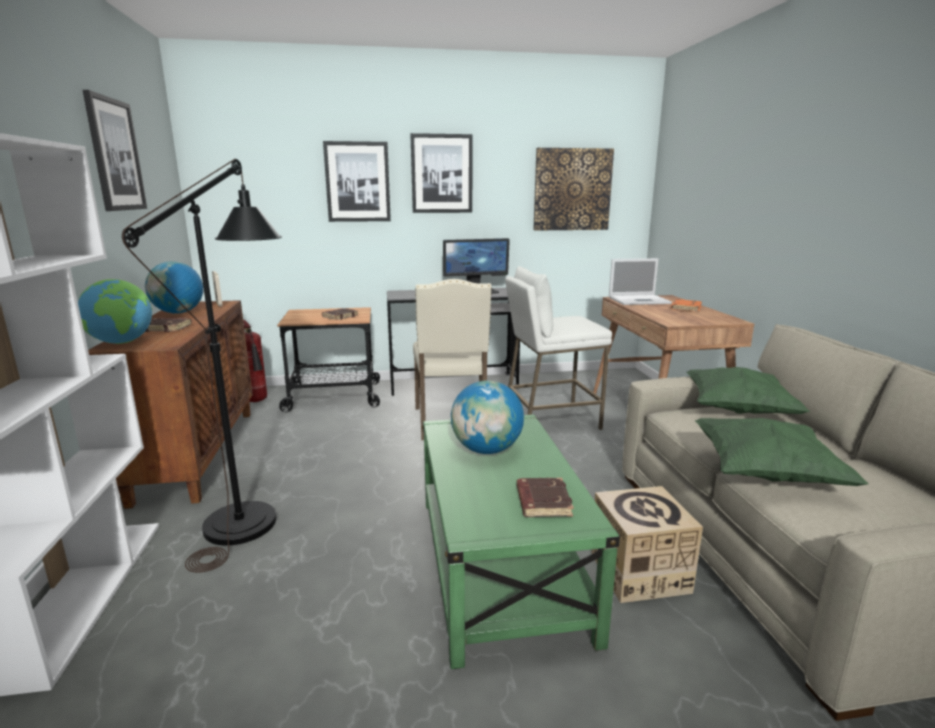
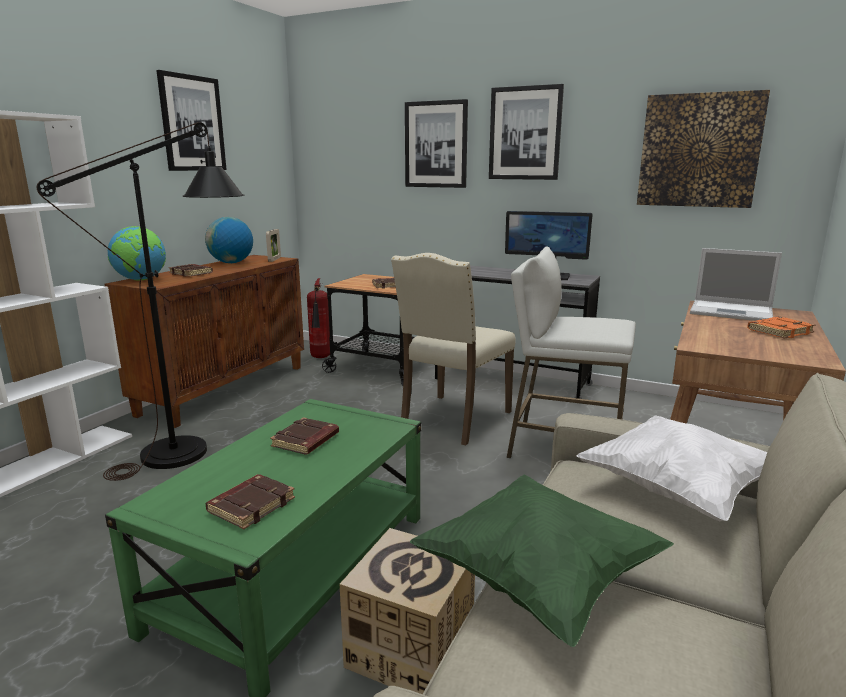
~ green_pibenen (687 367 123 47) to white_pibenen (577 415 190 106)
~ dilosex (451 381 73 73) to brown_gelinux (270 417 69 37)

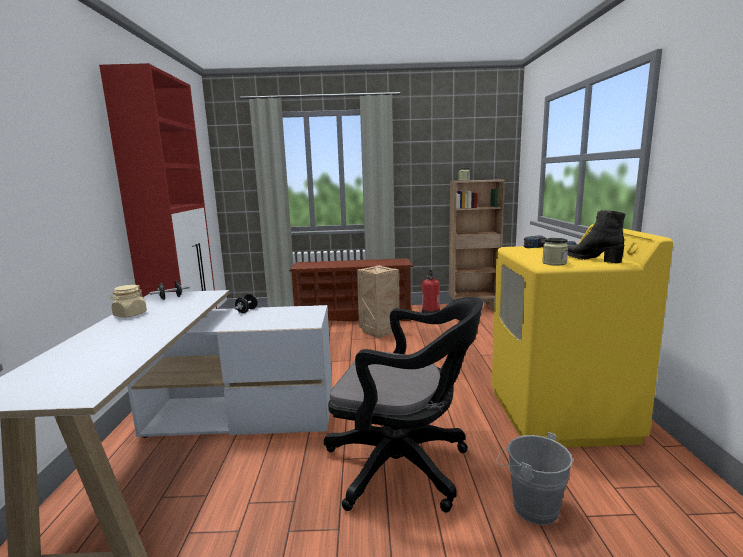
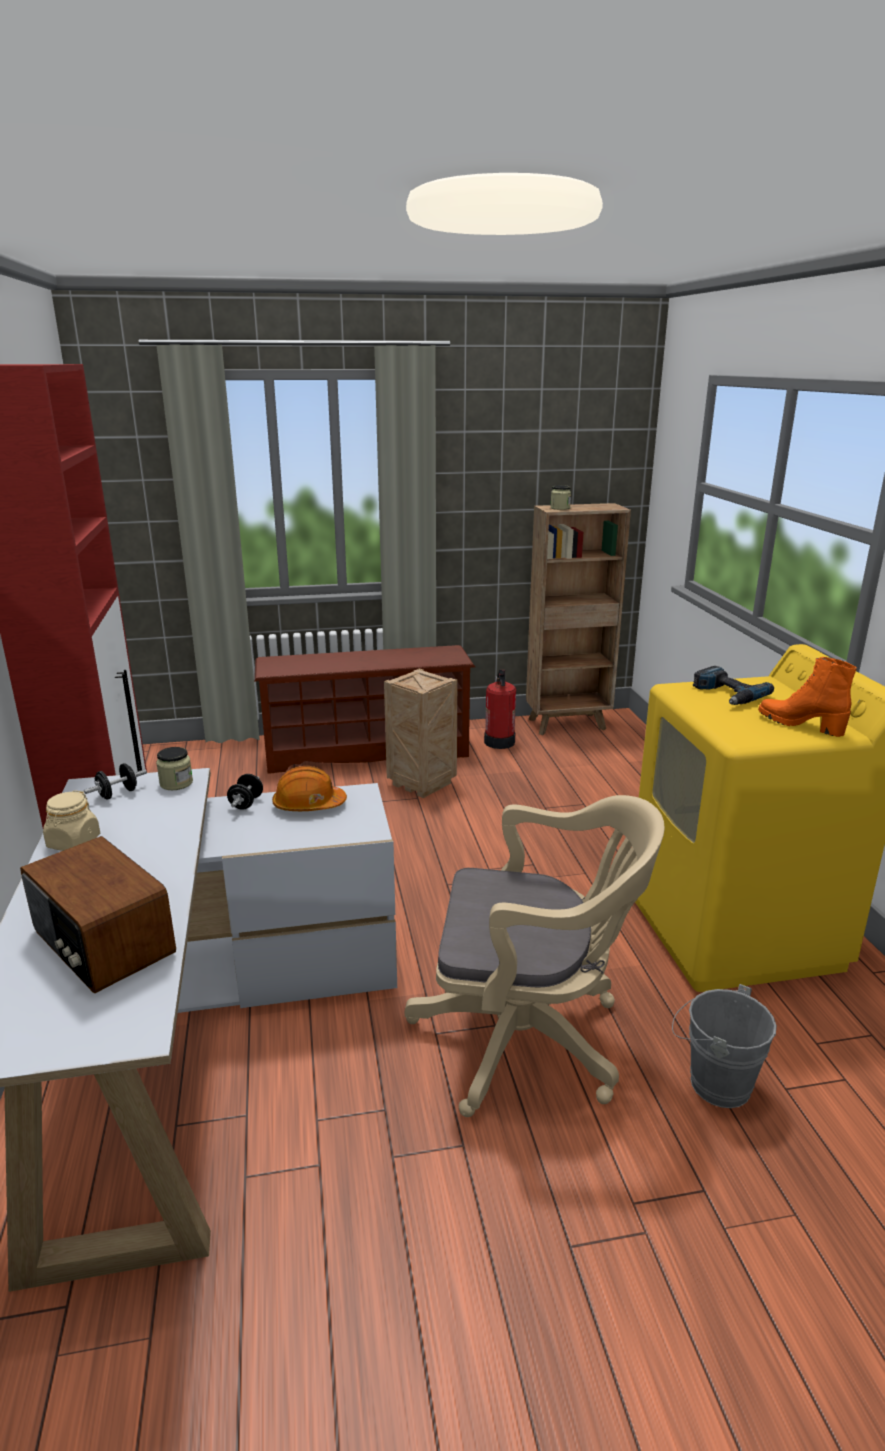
~ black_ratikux (568 210 58 53) to orange_ratikux (758 657 99 80)
~ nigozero (542 238 26 27) to (156 747 37 43)
~ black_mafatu (324 297 159 215) to beige_mafatu (405 795 260 322)
+ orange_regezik (272 766 75 45)
+ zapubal (20 836 156 157)

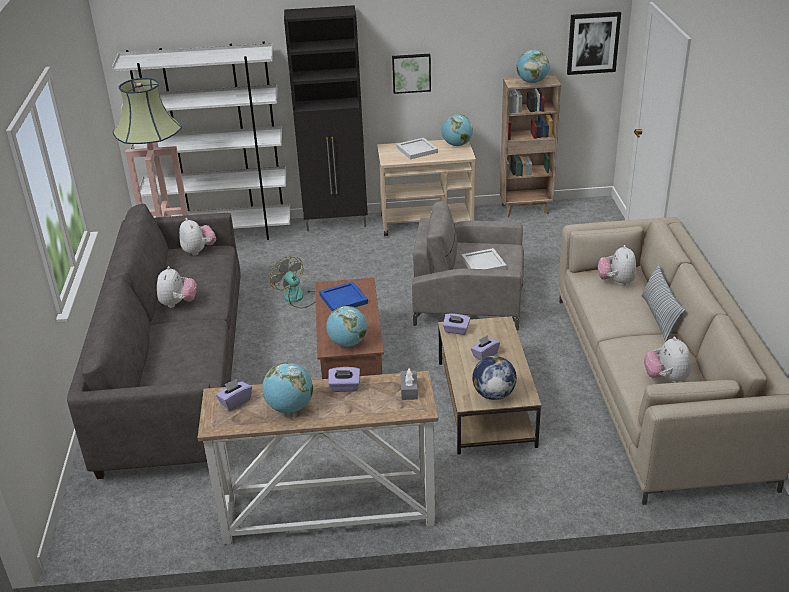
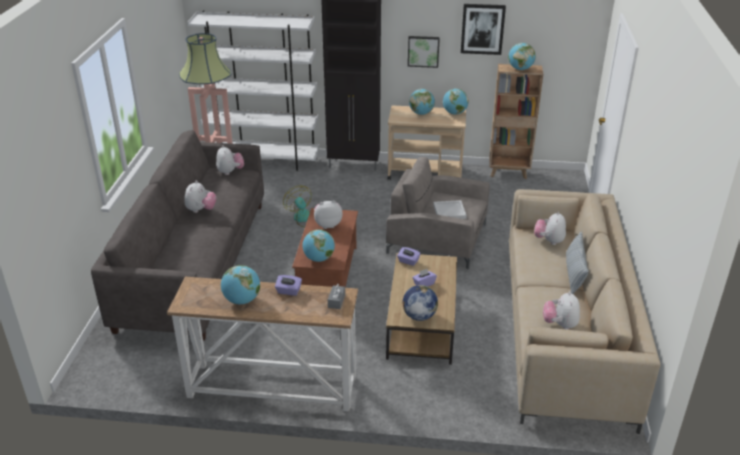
~ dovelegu (567 12 54 63) to (461 4 45 51)
~ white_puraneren (397 138 41 22) to dilosex (409 89 26 26)
~ blue_puraneren (319 282 49 30) to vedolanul (314 200 29 29)
- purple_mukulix (216 379 36 32)

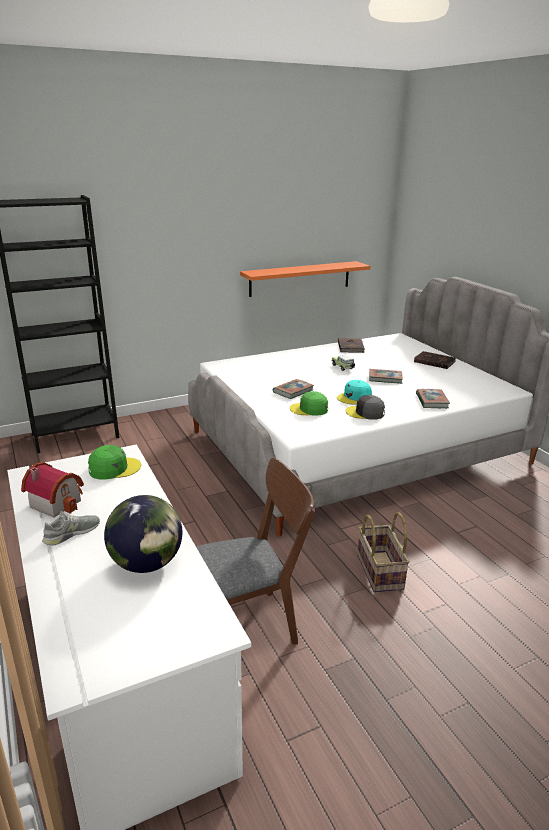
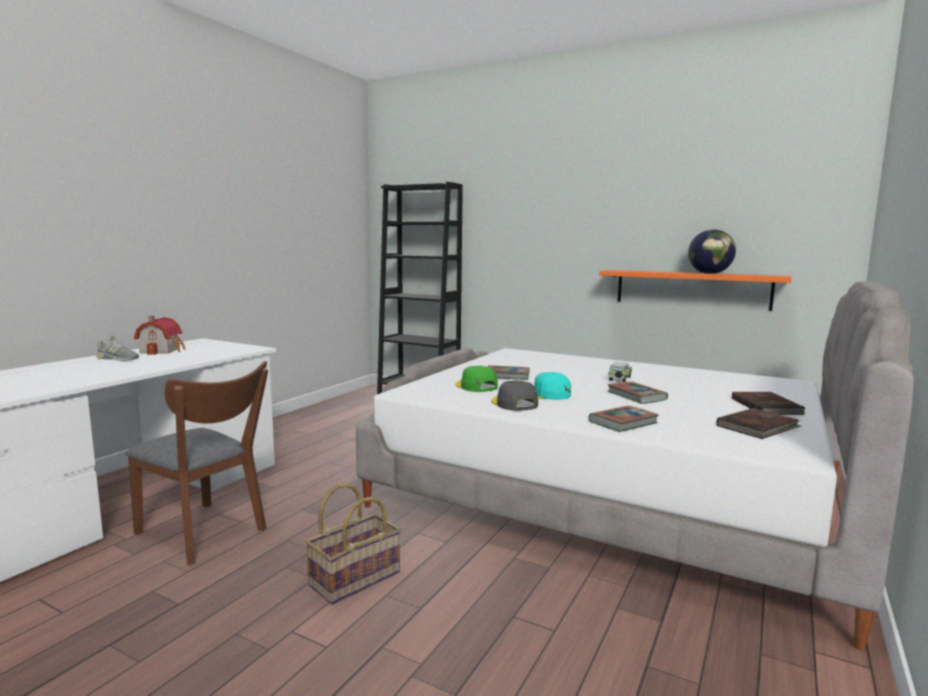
~ brown_gelinux (338 338 27 15) to (716 408 85 31)
- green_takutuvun (88 445 53 34)
~ dilosex (104 495 78 78) to (688 230 48 44)

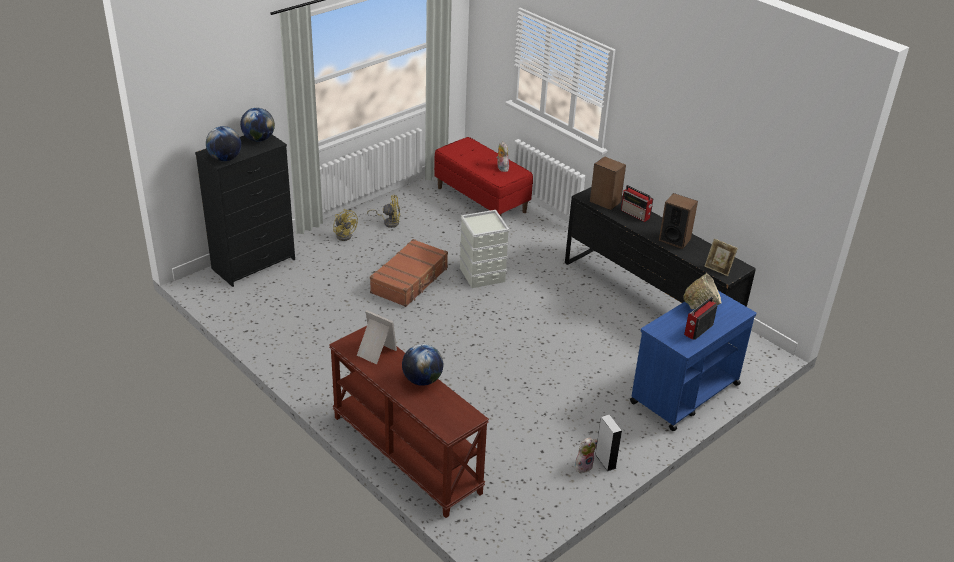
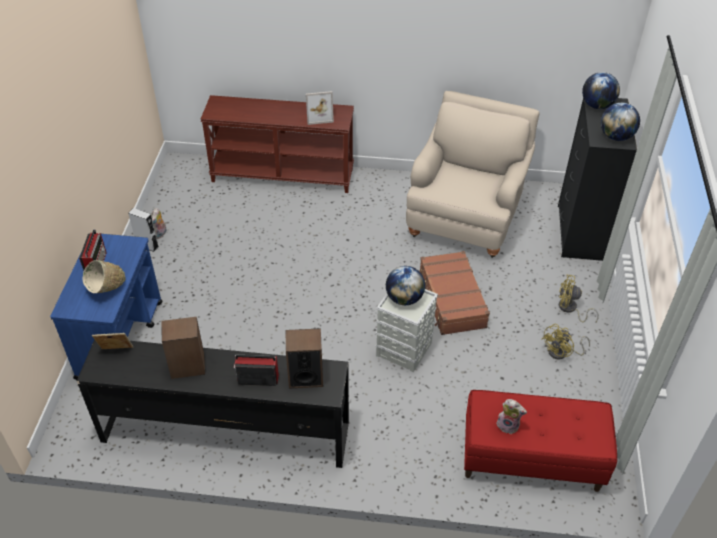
~ dilosex (402 344 41 42) to (386 266 39 39)
+ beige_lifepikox (406 91 133 167)

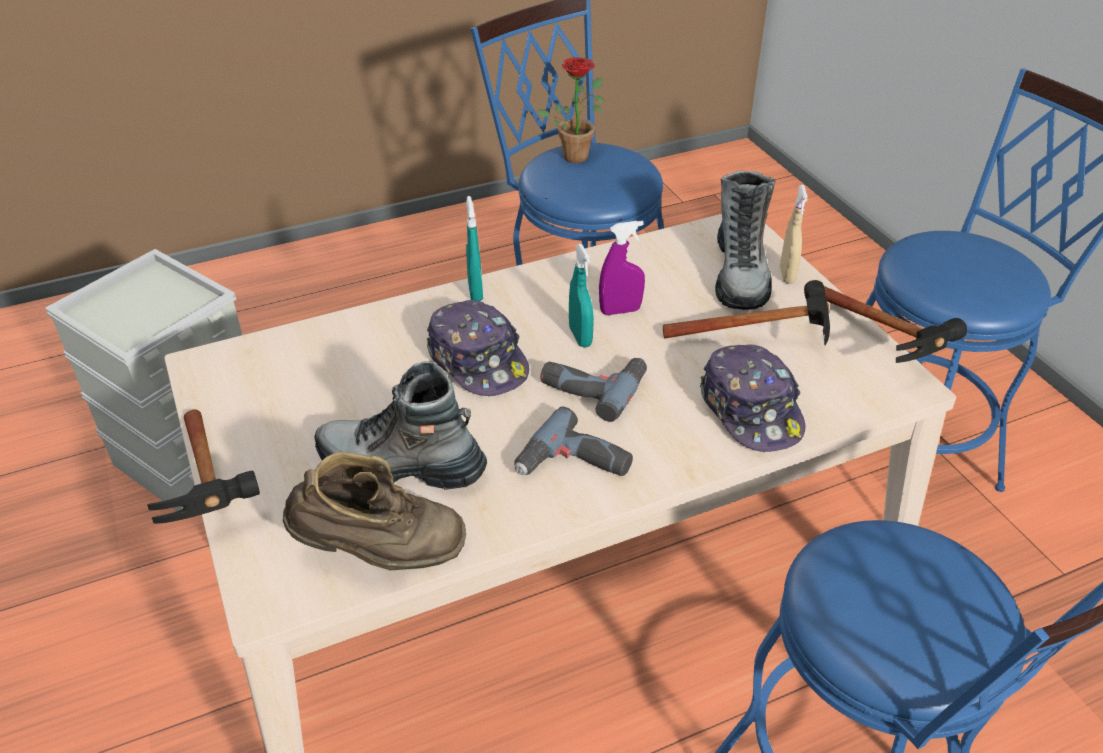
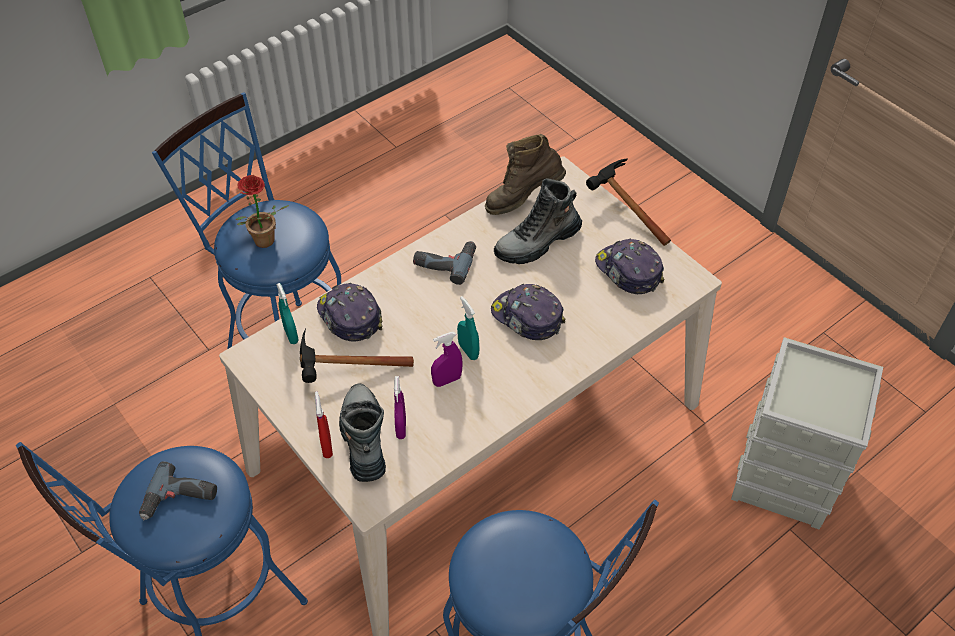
~ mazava (537 57 68 106) to (236 175 53 73)
~ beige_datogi (780 185 27 99) to red_datogi (315 391 18 67)
~ turquoise_datogi (466 196 17 105) to (276 283 23 61)
- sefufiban (824 286 143 77)
~ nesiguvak (540 358 107 64) to (139 461 78 59)
~ ratikux (314 361 173 129) = (494 178 88 86) 150 degrees clockwise
+ takutuvun (595 239 70 55)
+ purple_datogi (394 376 12 63)

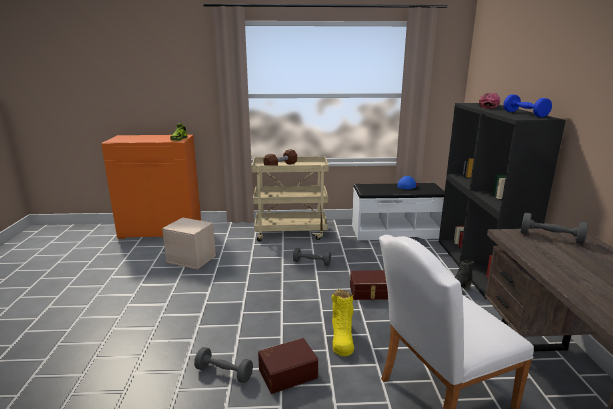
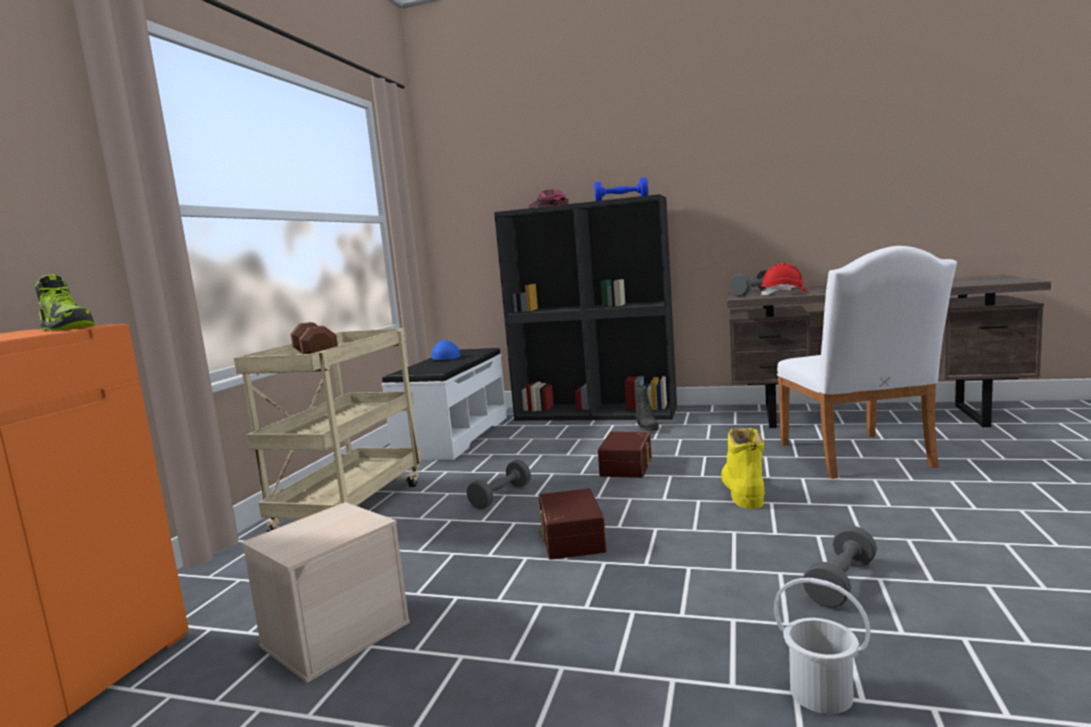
~ yellow_ratikux (332 289 22 67) = (721 428 44 81) 105 degrees counterclockwise
~ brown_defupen (258 338 60 56) to (539 488 67 72)
+ red_regezik (761 263 49 33)
+ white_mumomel (774 578 97 136)

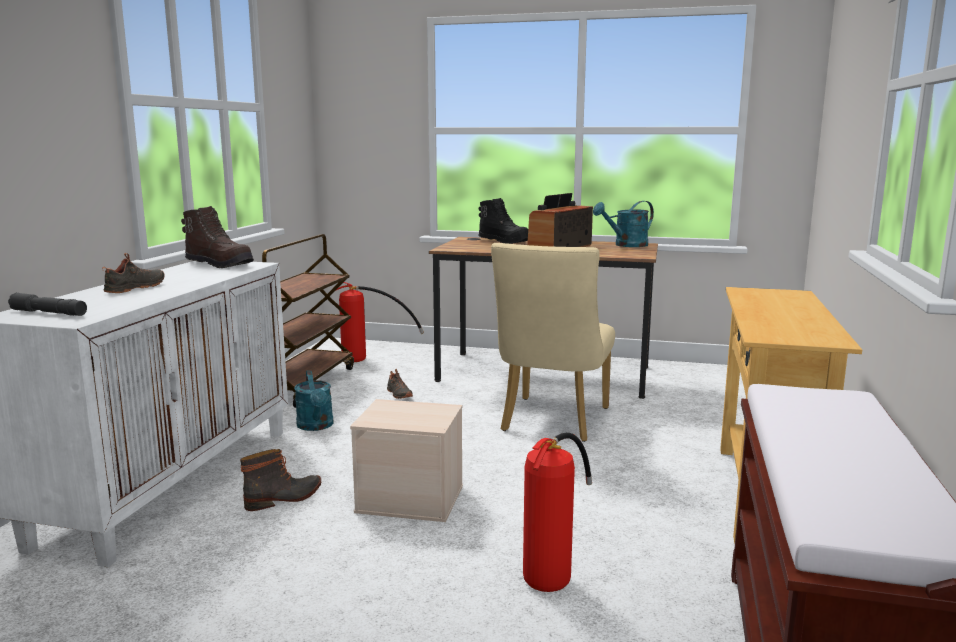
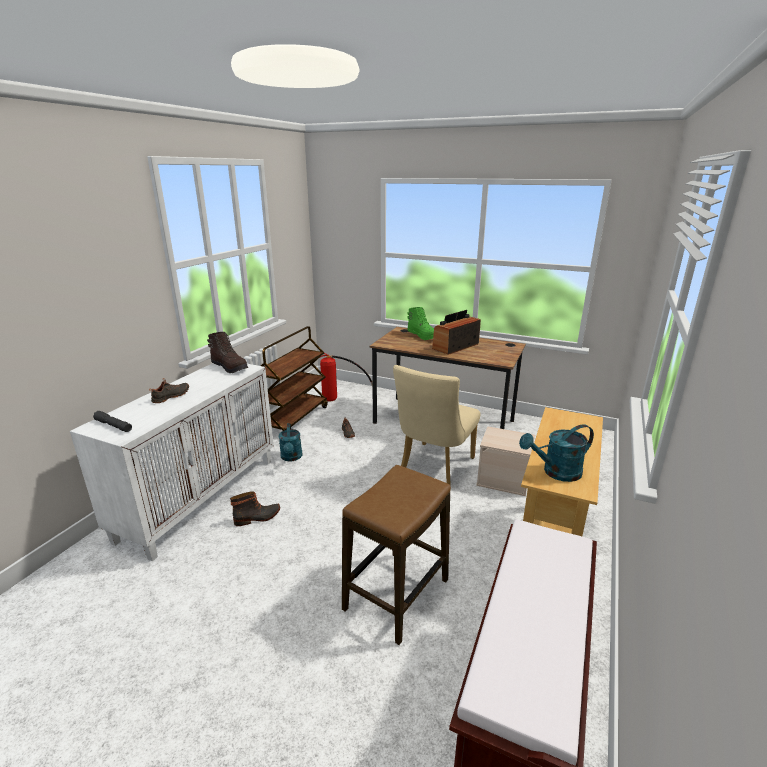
~ black_ratikux (479 198 49 46) to green_ratikux (407 307 27 33)
~ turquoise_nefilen (593 201 61 46) to (519 424 75 58)
~ beige_defupen (350 399 113 123) to (476 426 59 70)
~ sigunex (523 433 69 159) to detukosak (342 465 109 180)

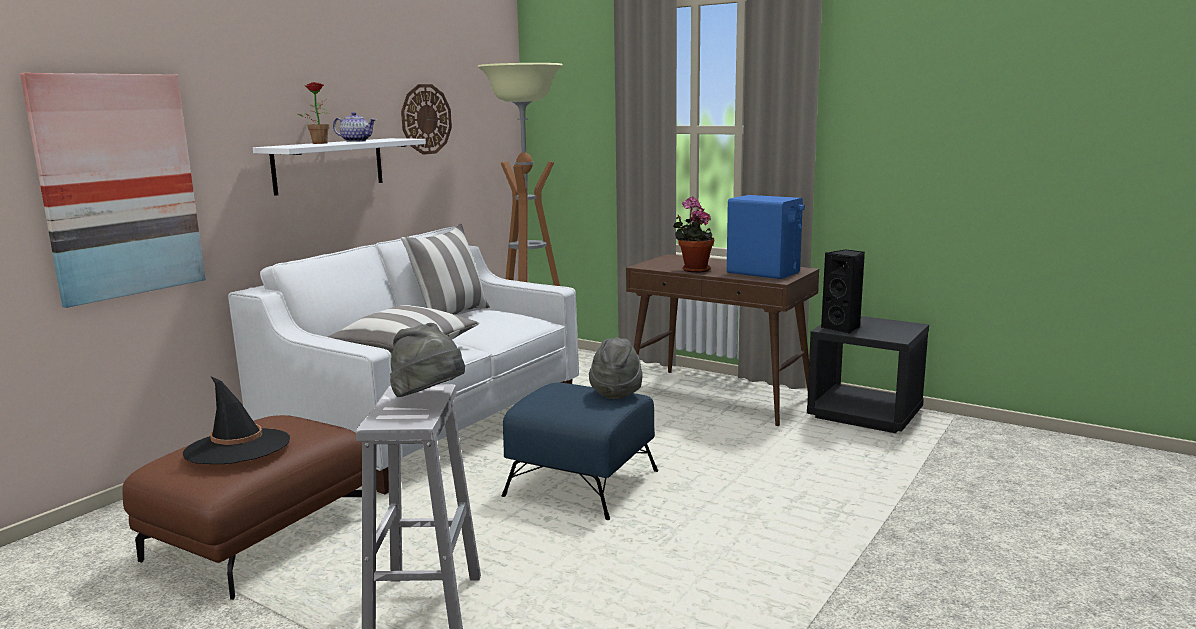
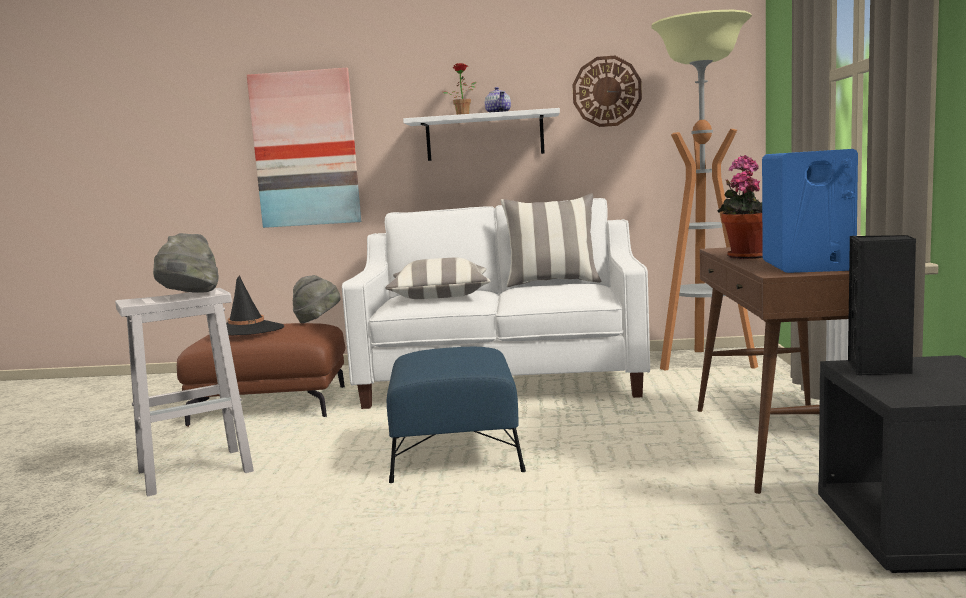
~ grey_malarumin (589 337 54 62) to (293 275 47 48)

